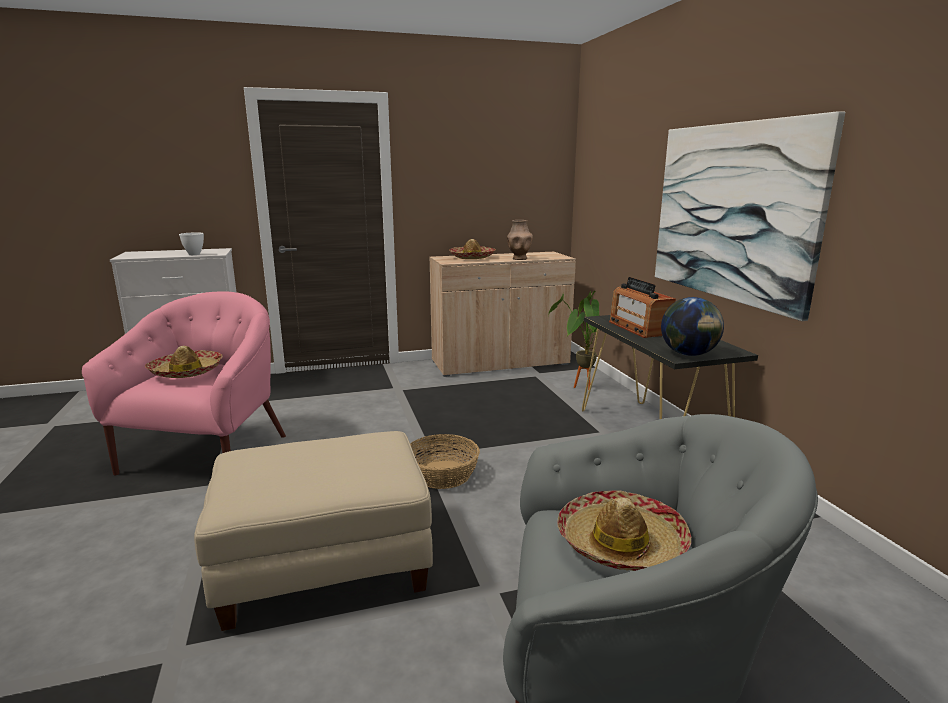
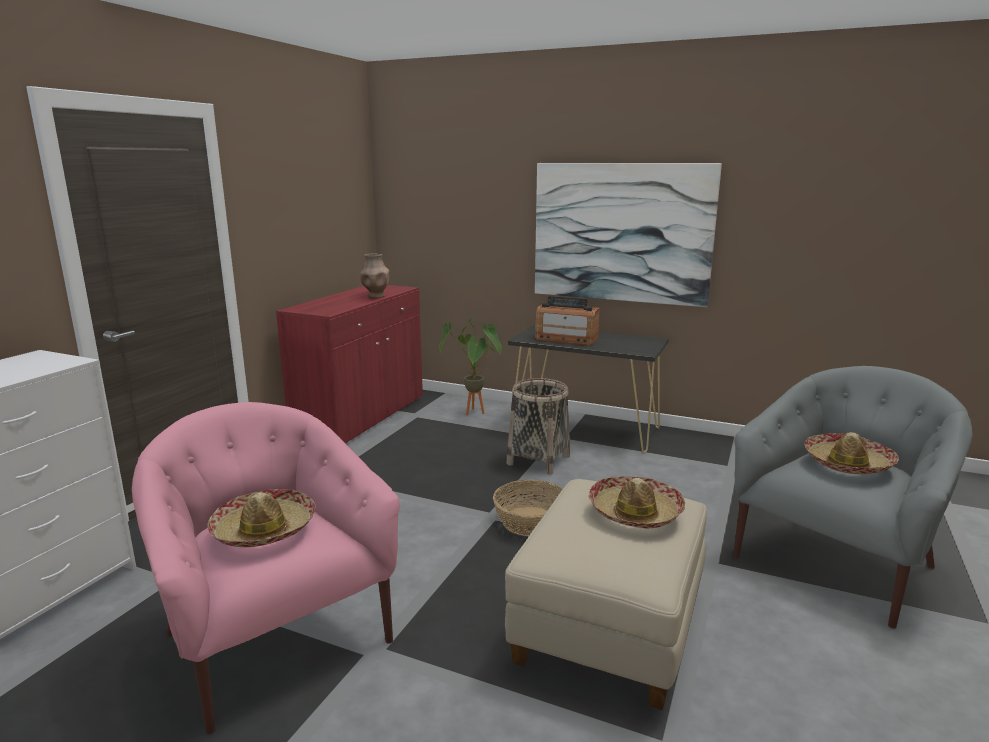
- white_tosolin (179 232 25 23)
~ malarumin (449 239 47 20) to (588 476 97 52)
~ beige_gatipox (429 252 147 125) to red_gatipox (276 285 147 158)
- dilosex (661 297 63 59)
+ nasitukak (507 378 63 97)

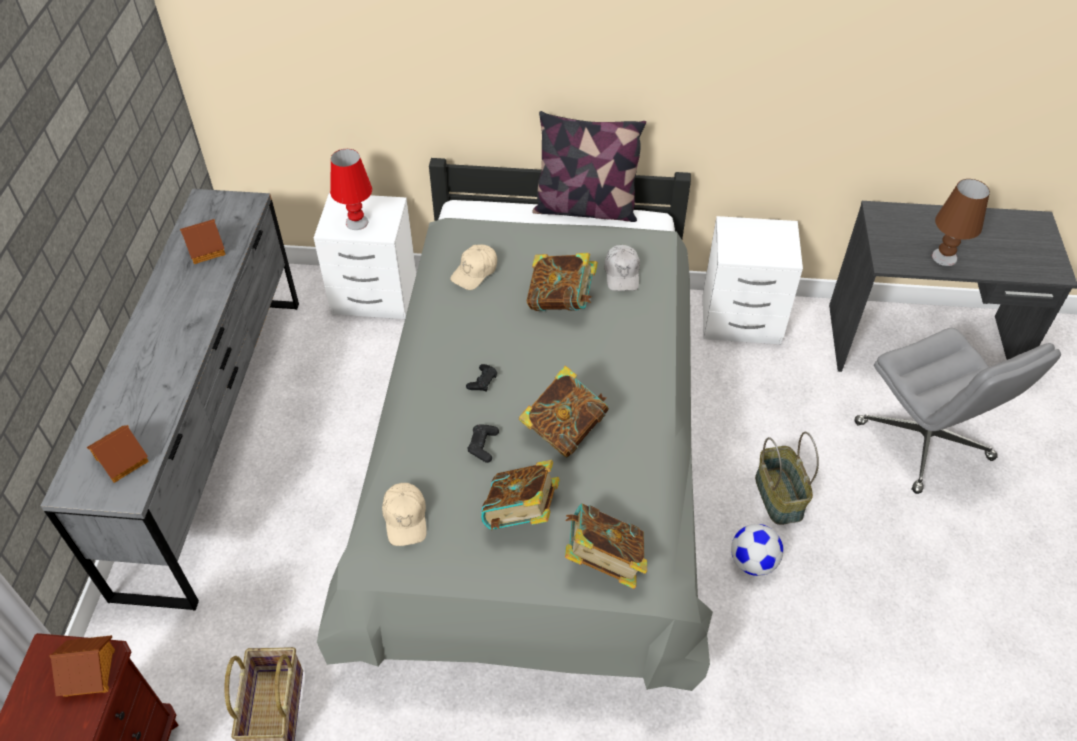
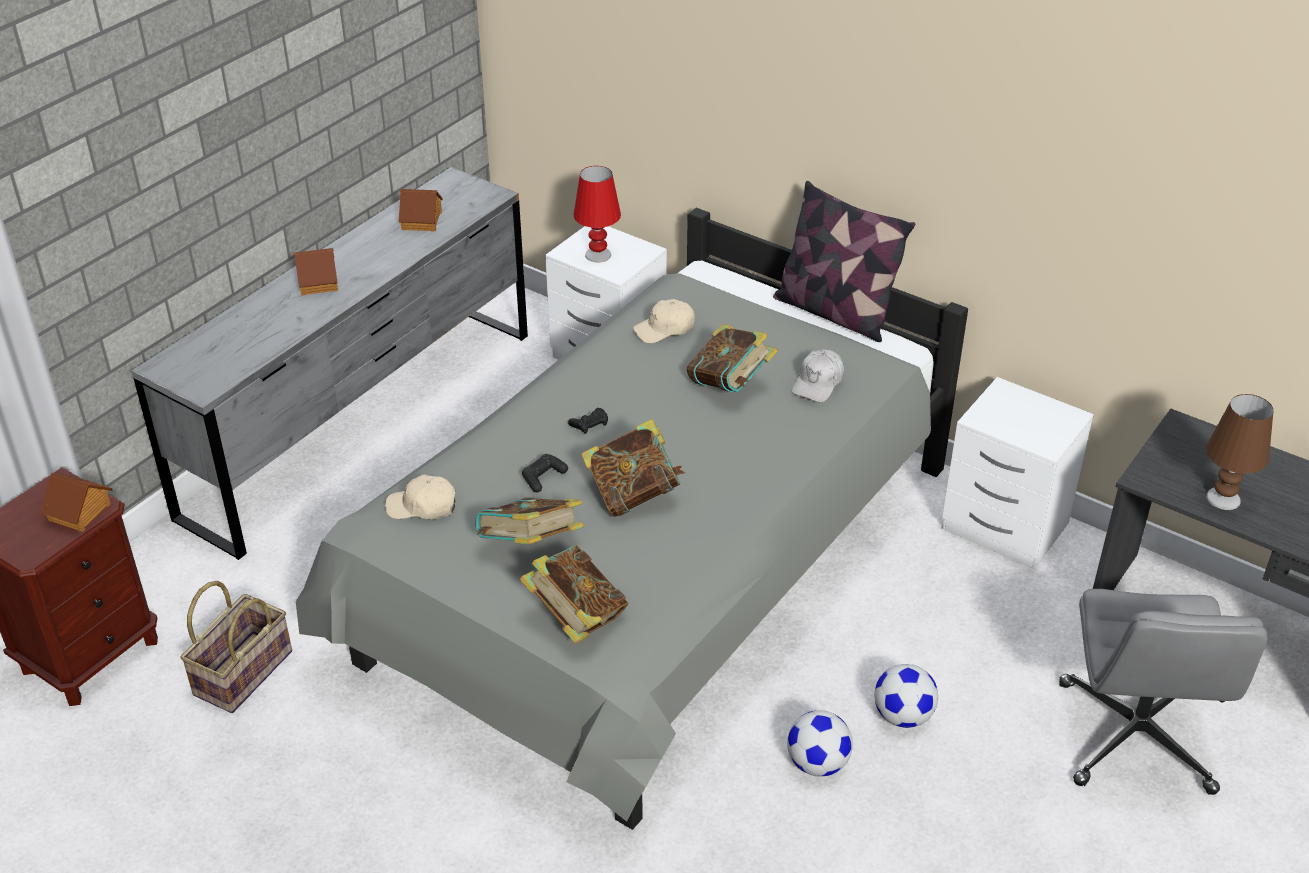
~ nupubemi (87 425 62 58) to (294 248 44 47)
~ nasitukak (755 432 64 93) to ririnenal (874 664 64 64)
~ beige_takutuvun (382 483 45 63) = (385 474 71 45) 75 degrees clockwise

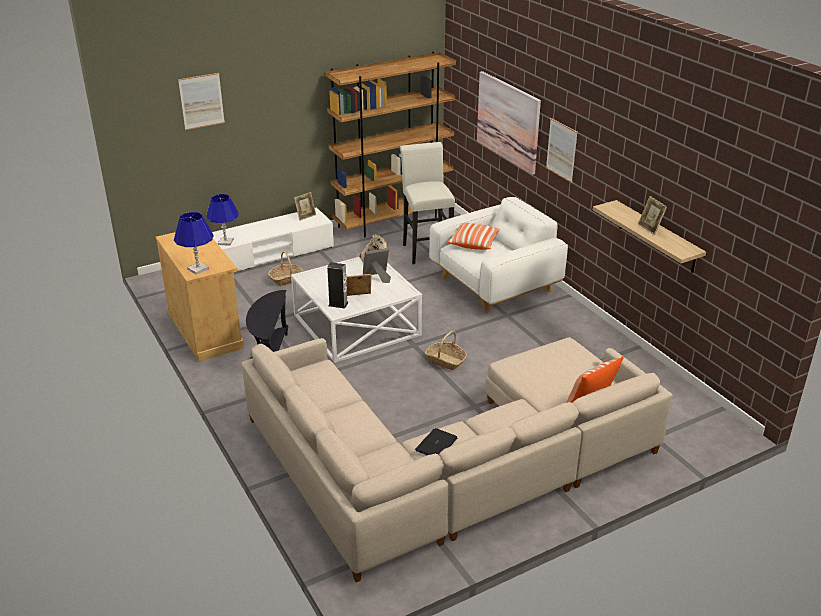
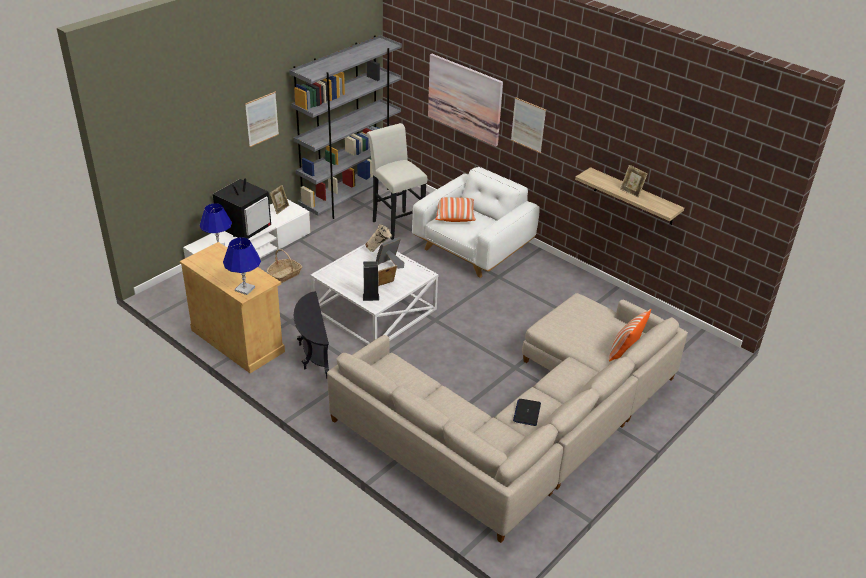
~ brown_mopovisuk (325 52 131 186) to grey_mopovisuk (289 35 113 184)
~ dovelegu (178 73 47 57) to (245 92 34 55)
- nasitukak (425 331 42 39)
+ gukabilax (213 178 58 61)

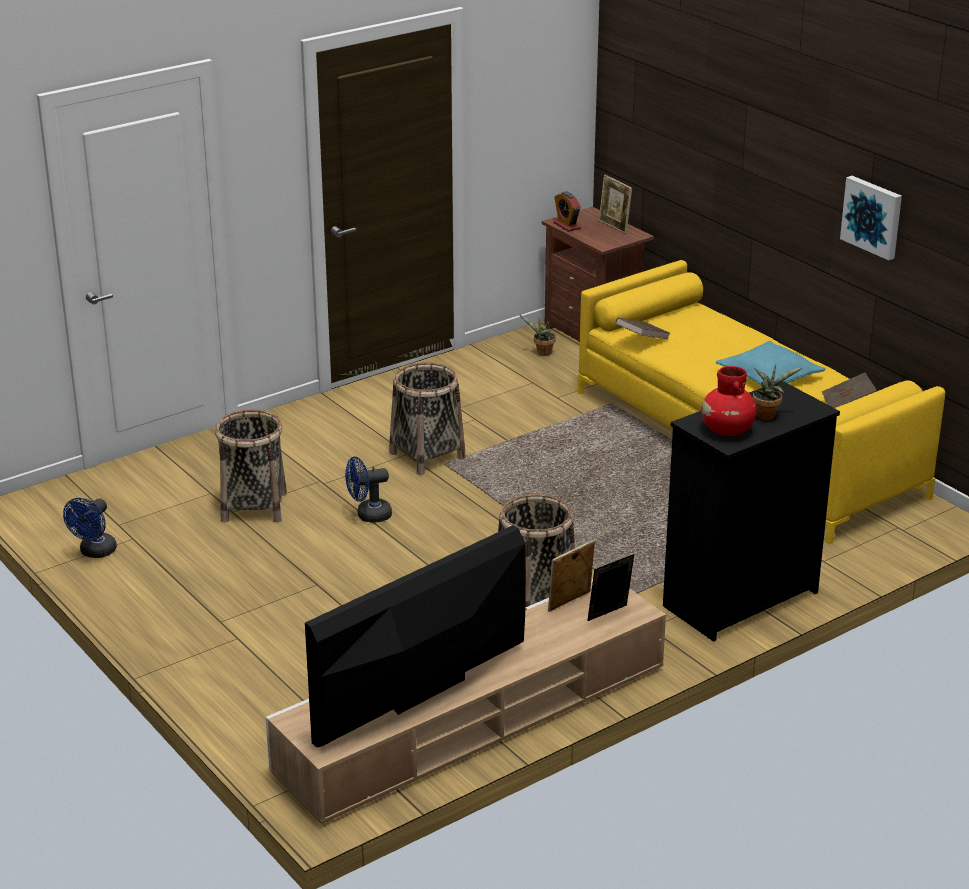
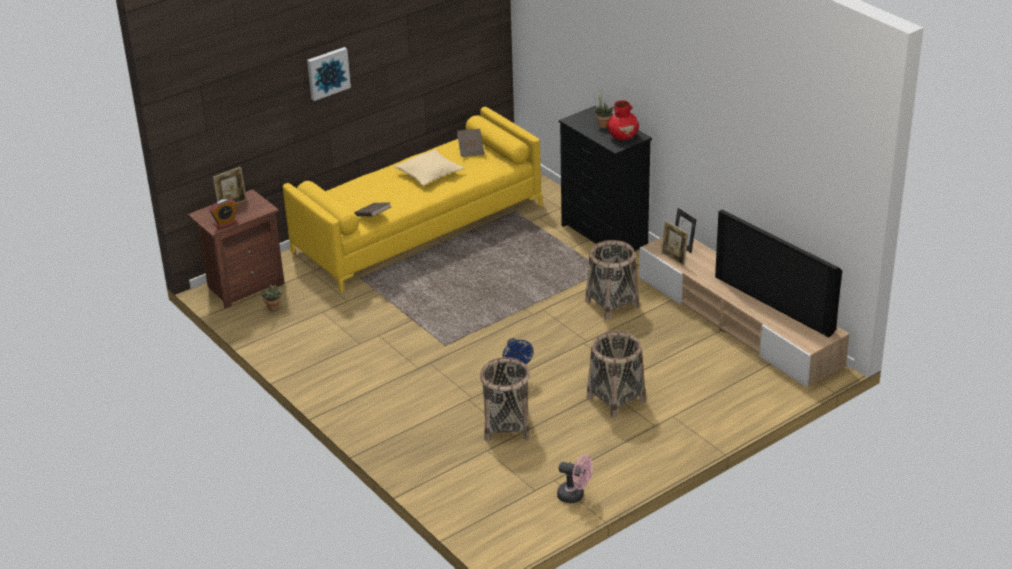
~ dovelegu (840 176 62 84) to (307 47 44 54)
~ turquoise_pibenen (716 341 110 44) to beige_pibenen (395 149 69 37)
~ nasitukak (389 362 77 113) to (587 331 59 87)
~ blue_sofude (63 498 54 60) to pink_sofude (557 455 36 48)

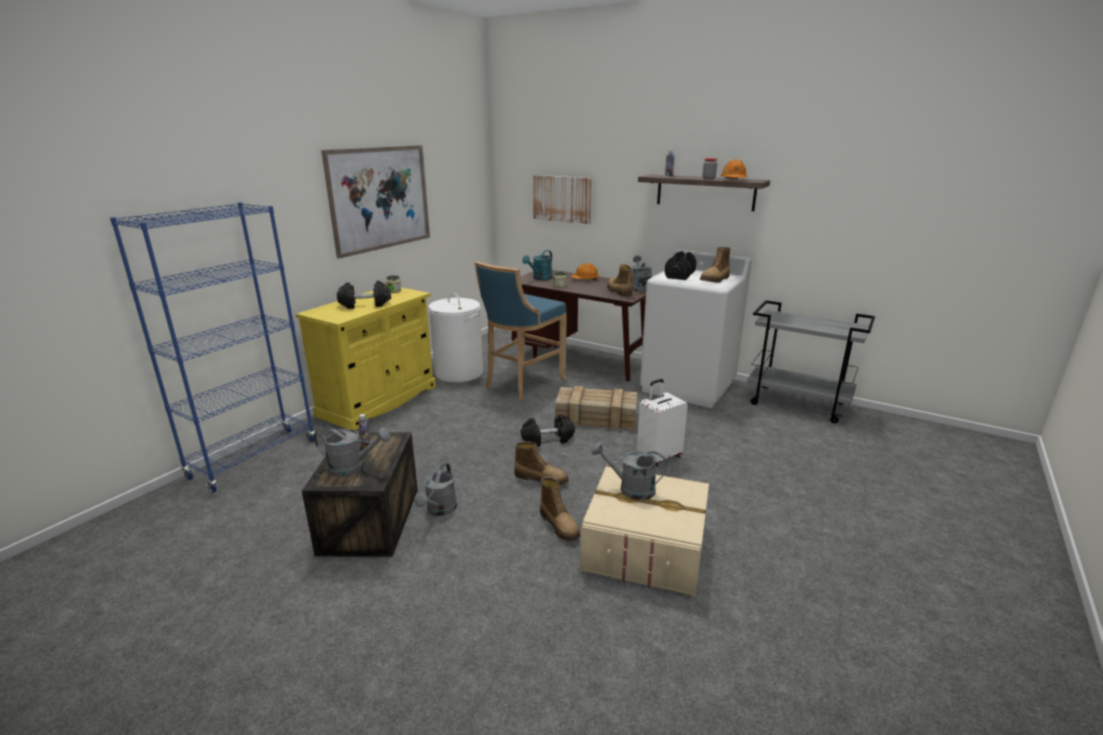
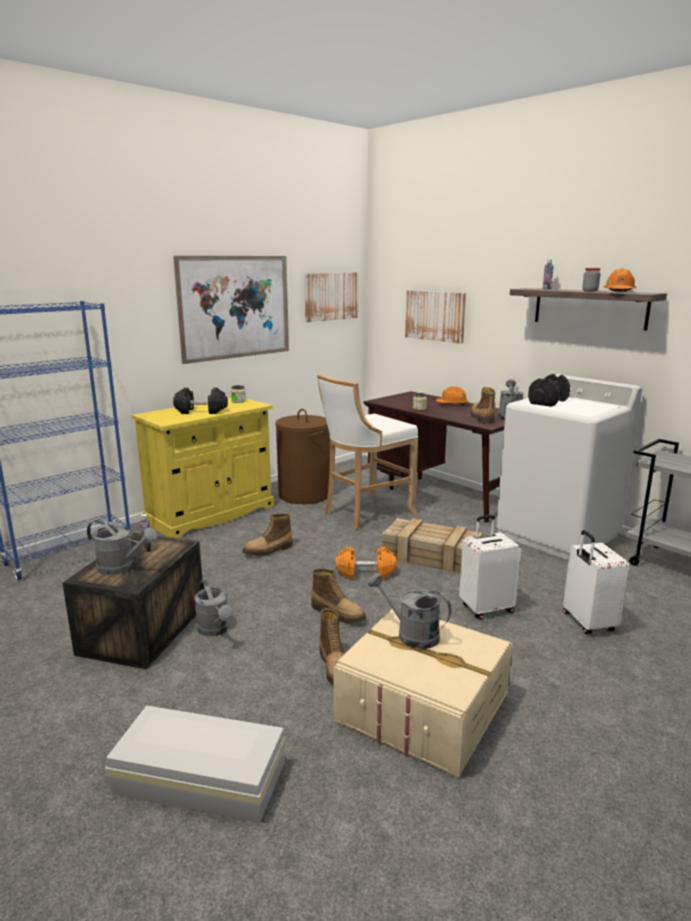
~ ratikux (700 247 31 36) to (242 513 51 43)
- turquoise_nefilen (522 250 30 30)
~ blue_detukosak (475 262 92 138) to white_detukosak (317 374 101 155)
~ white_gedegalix (428 293 55 89) to brown_gedegalix (275 409 55 95)
~ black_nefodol (521 414 54 33) to orange_nefodol (336 546 60 33)
~ grey_nefilen (414 463 43 53) = (194 579 39 57) 60 degrees counterclockwise
+ dovelegu (305 272 53 50)
+ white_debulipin (563 530 66 104)
+ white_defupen (105 705 181 118)

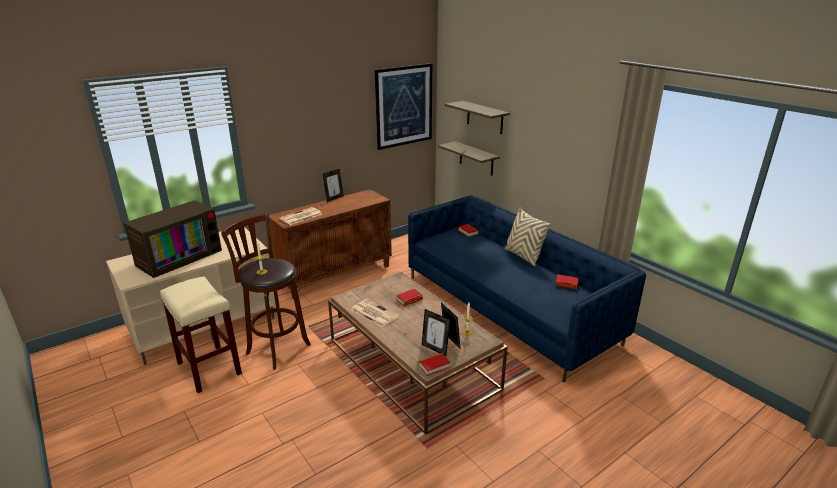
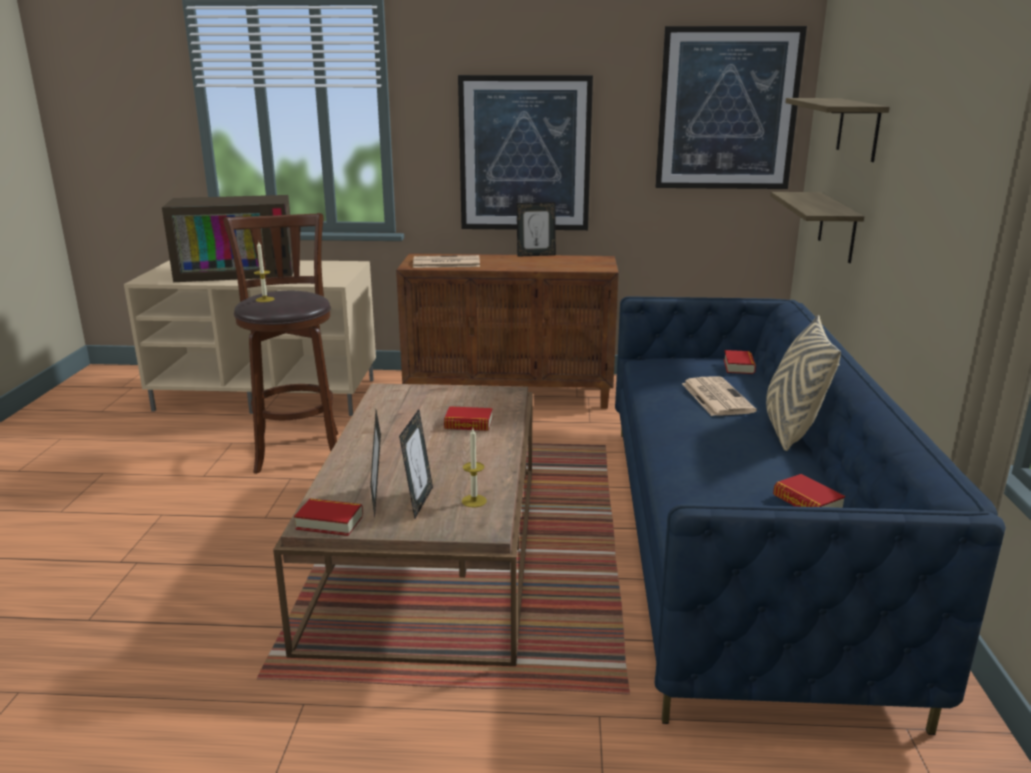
- beige_detukosak (160 276 82 117)
~ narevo (351 299 48 28) to (682 376 75 40)
+ dovelegu (458 75 135 155)

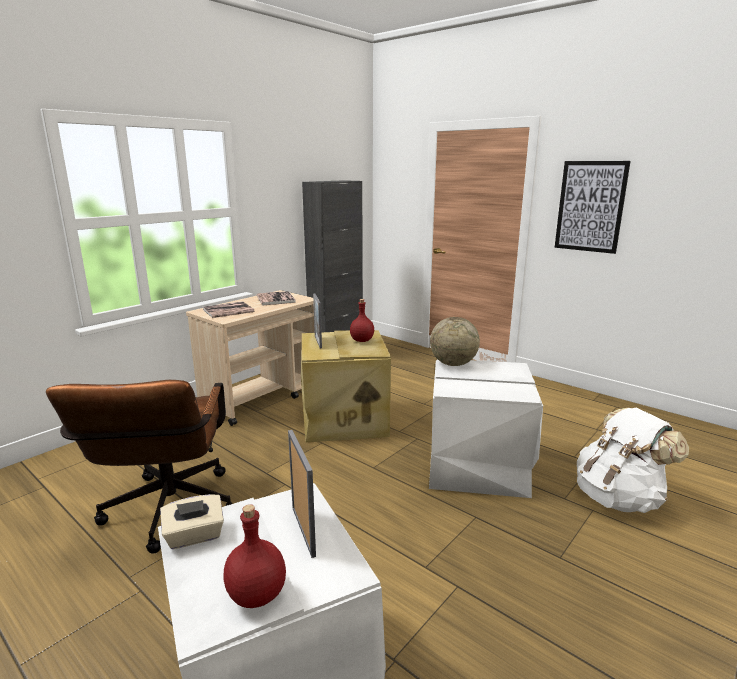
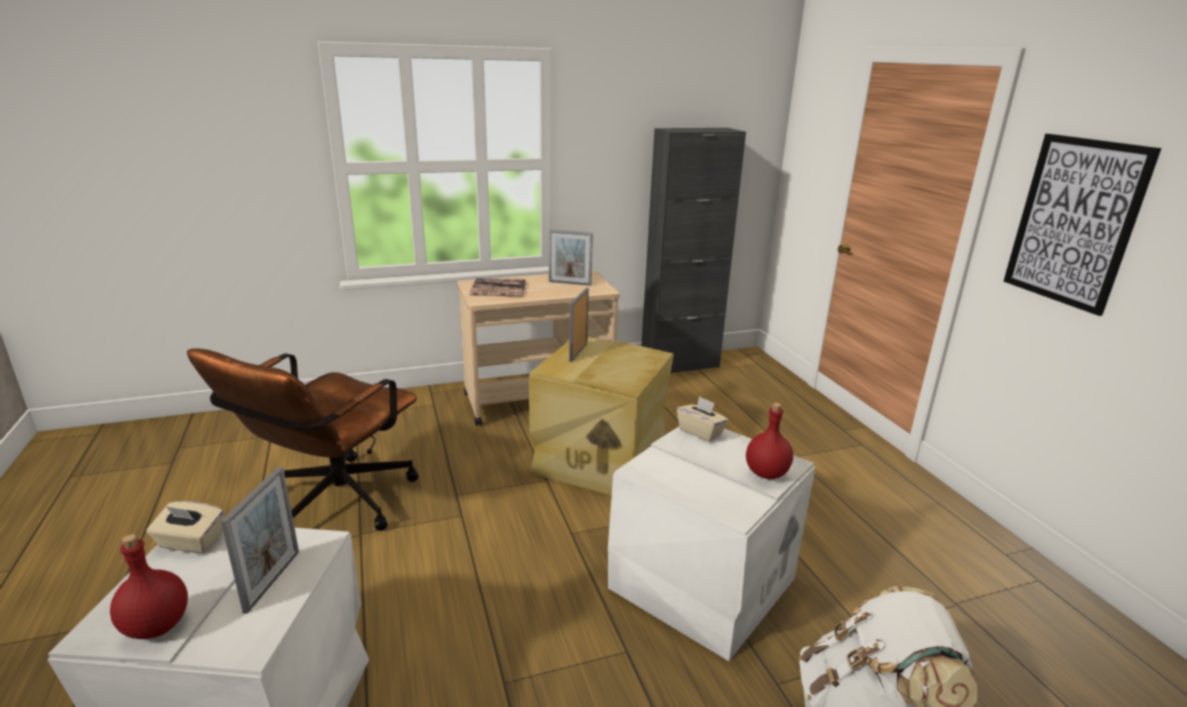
~ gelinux (256 291 40 14) to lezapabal (549 230 44 56)
~ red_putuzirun (350 299 24 43) to (746 403 47 76)
~ dilosex (430 317 50 49) to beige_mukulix (677 396 51 46)

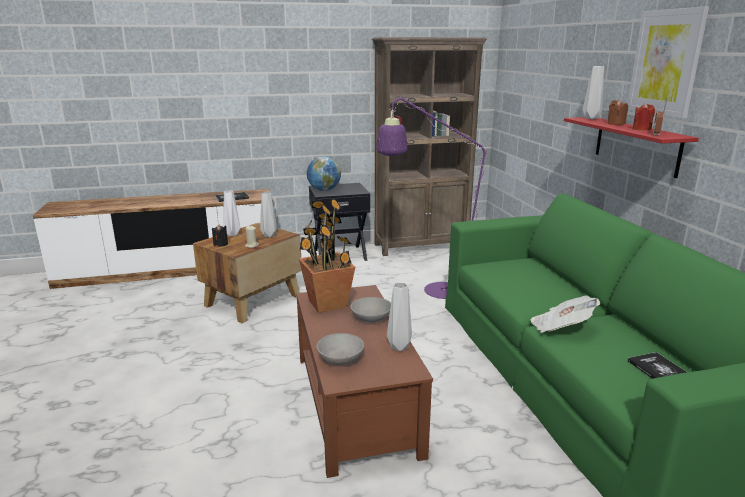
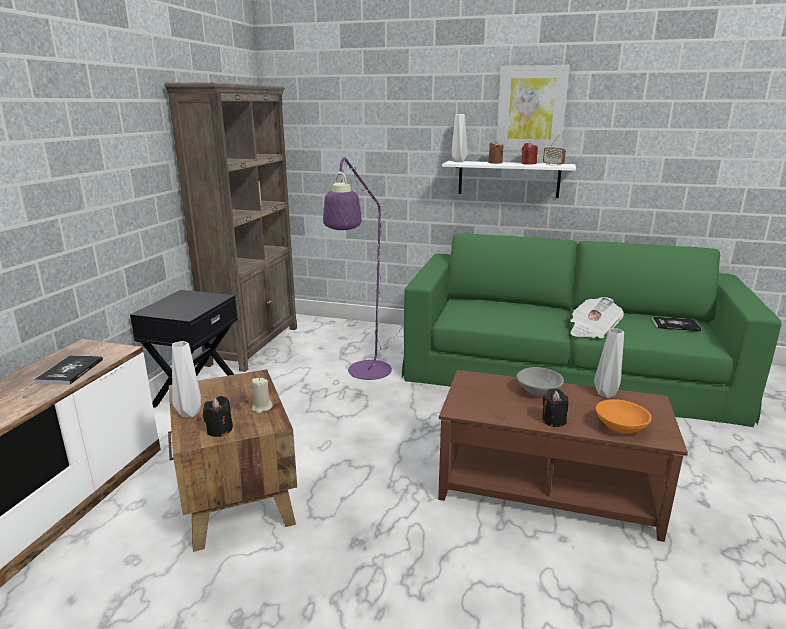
~ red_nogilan (564 117 135 61) to white_nogilan (442 161 134 37)
- dilosex (307 157 34 34)
- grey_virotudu (260 191 17 46)
- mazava (299 198 56 115)
~ grey_tosolin (316 333 48 32) to orange_tosolin (596 399 56 34)
+ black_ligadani (542 388 26 39)

